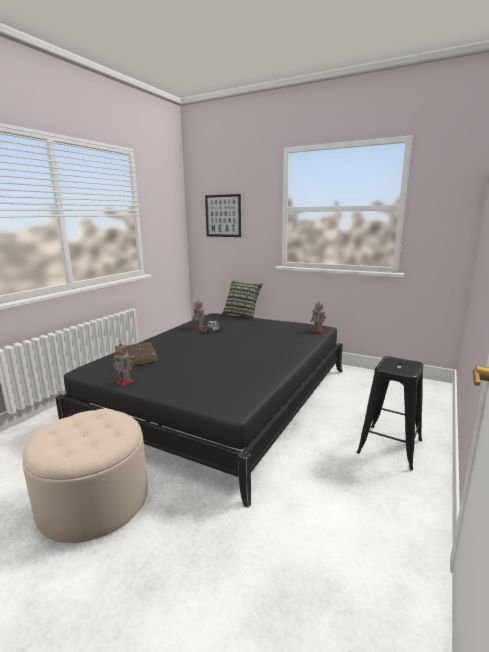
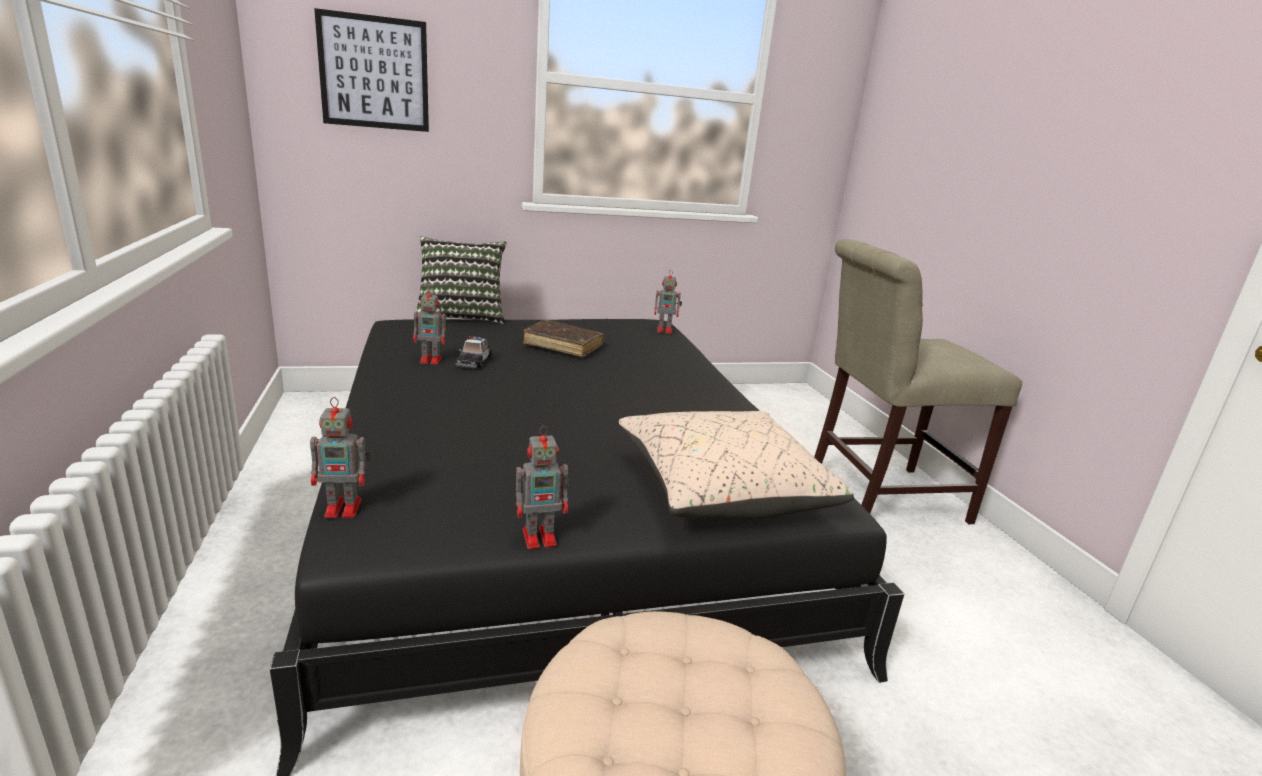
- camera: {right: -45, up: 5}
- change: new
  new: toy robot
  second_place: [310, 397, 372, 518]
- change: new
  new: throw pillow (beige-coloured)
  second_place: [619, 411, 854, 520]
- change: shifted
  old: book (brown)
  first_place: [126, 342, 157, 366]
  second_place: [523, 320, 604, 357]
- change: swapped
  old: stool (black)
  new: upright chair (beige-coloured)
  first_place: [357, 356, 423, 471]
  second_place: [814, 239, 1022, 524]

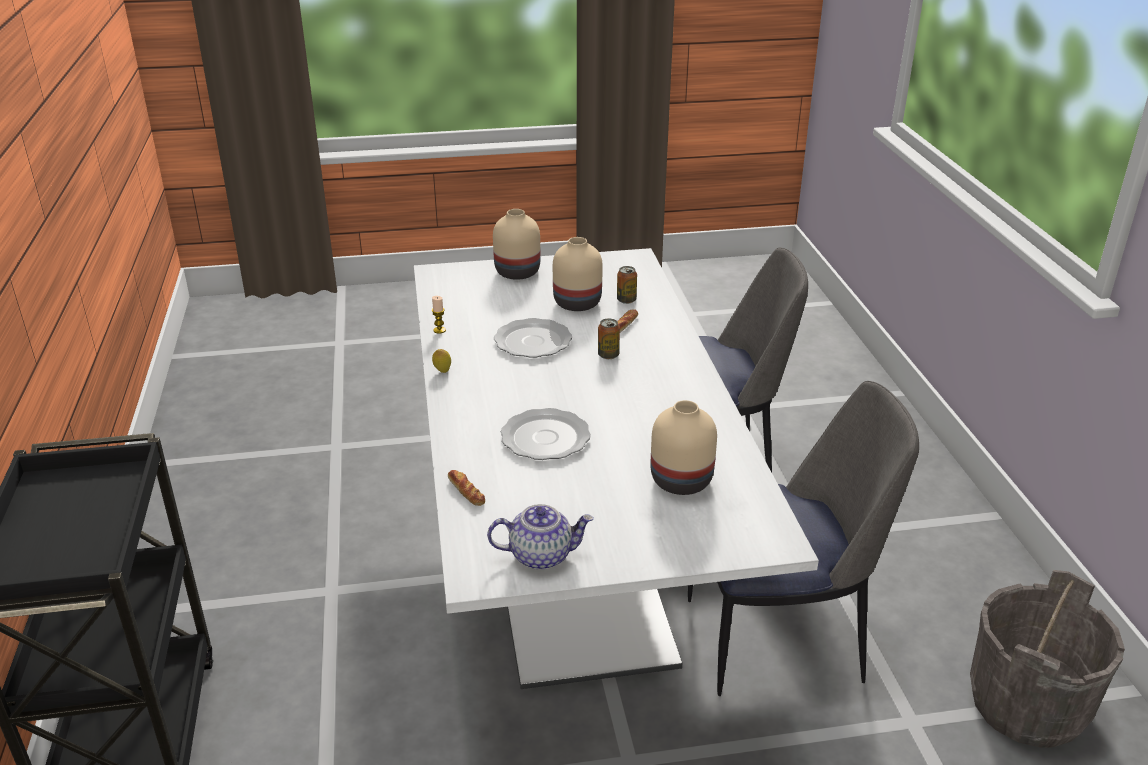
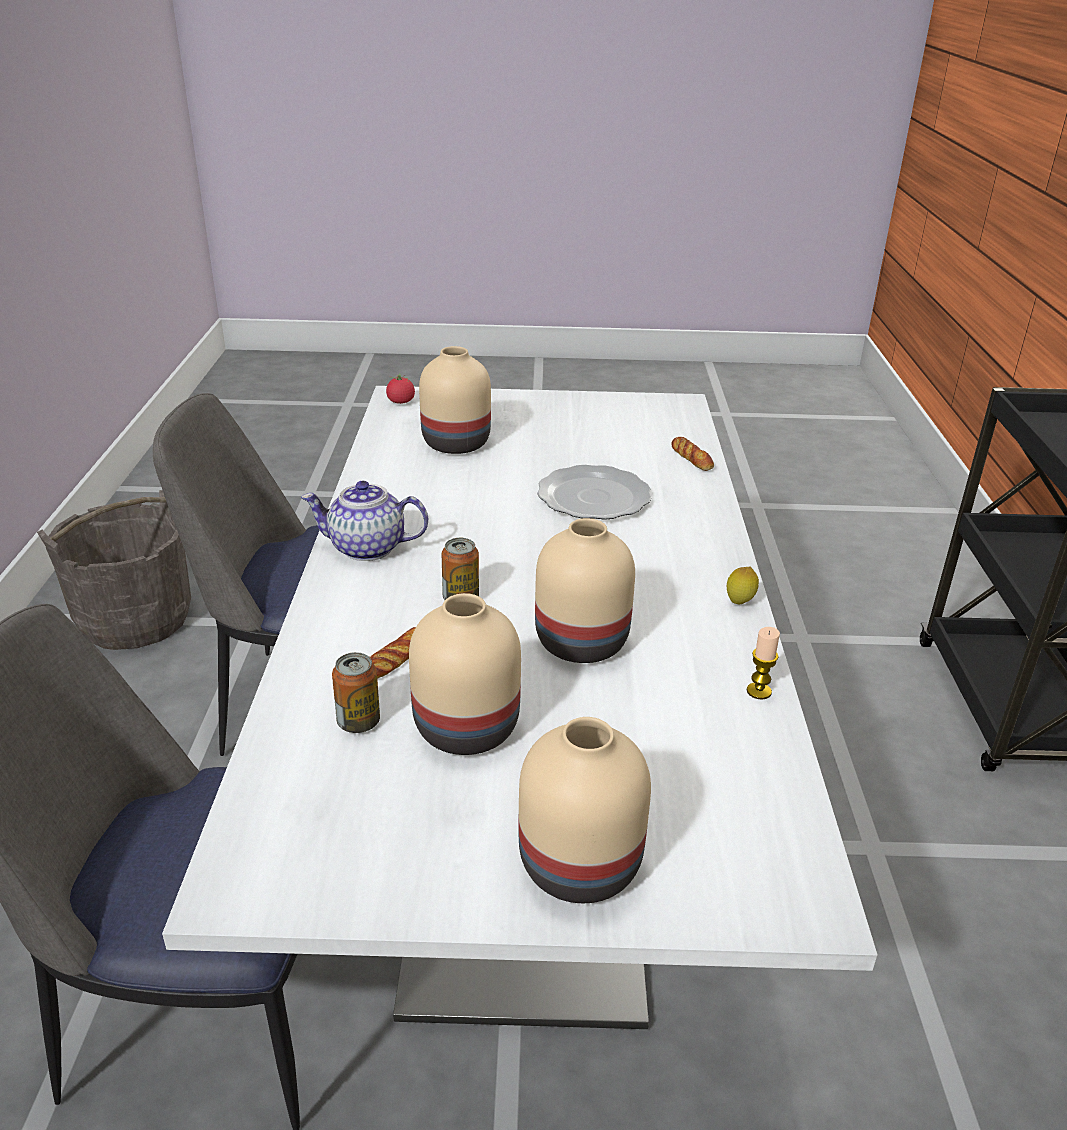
- camera: {right: -170, up: 0}
- change: new
  new: tomato
  second_place: [386, 373, 415, 404]
- change: shifted
  old: pot for tea
  first_place: [487, 504, 594, 570]
  second_place: [301, 480, 428, 561]
- change: swapped
  old: flat dish
  new: decorative vase (beige-coloured)
  first_place: [494, 318, 572, 358]
  second_place: [535, 518, 635, 663]

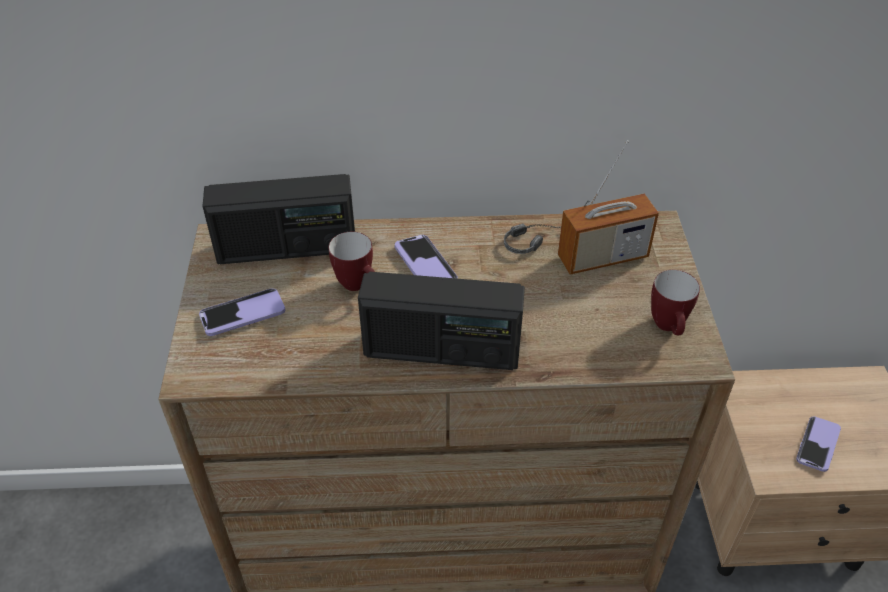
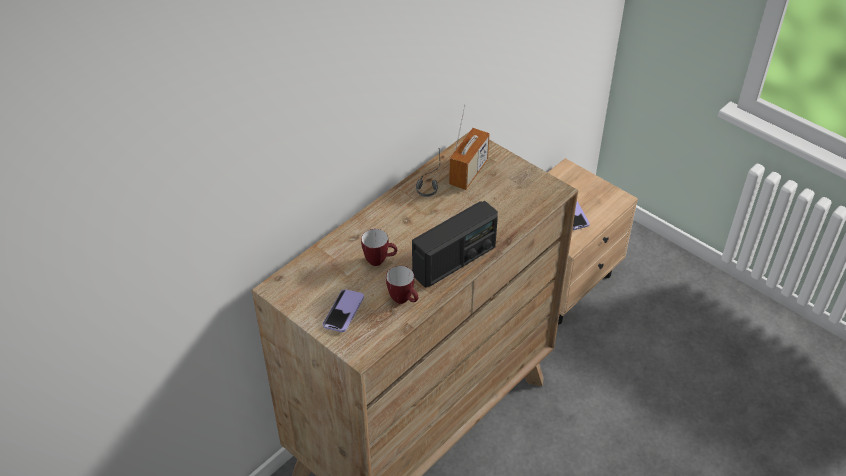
- camera: {right: -45, up: 0}
- change: gone
  old: radio receiver
  first_place: [203, 174, 355, 264]
- change: gone
  old: phone
  first_place: [395, 235, 458, 279]
- change: shifted
  old: mug
  first_place: [651, 270, 700, 335]
  second_place: [386, 266, 418, 304]

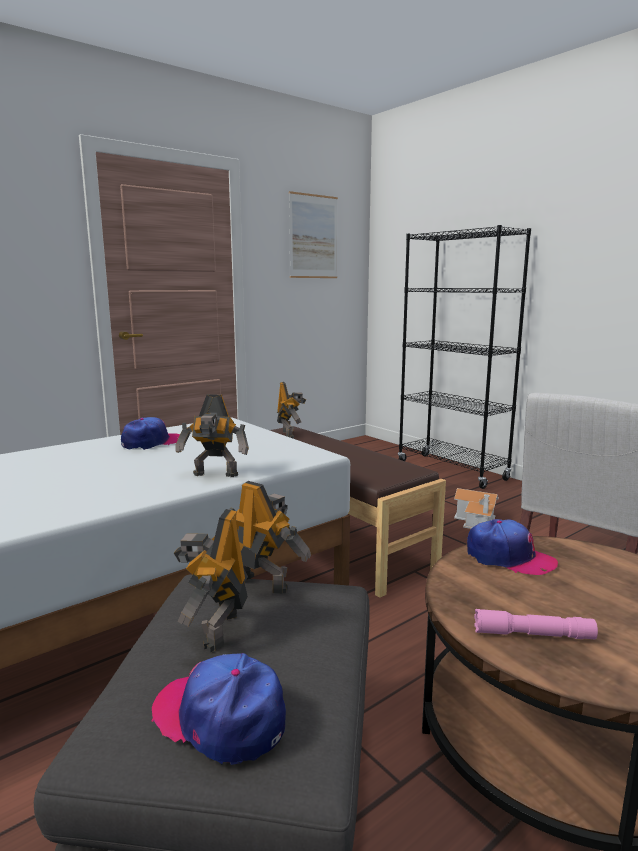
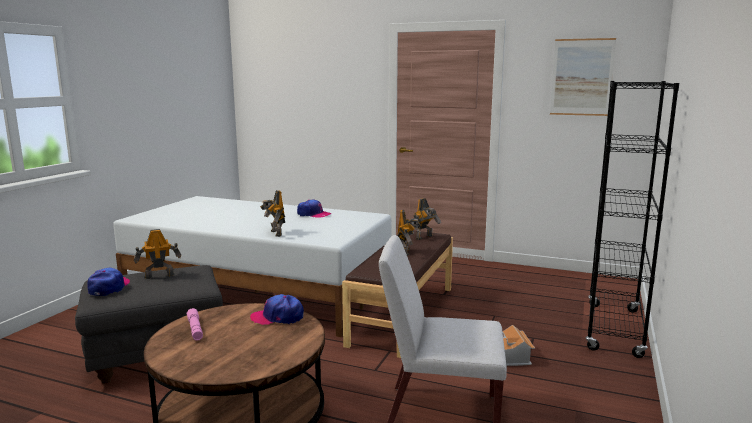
- camera: {right: 60, up: 0}
- change: shifted
  old: toy robot
  first_place: [229, 481, 311, 594]
  second_place: [398, 210, 421, 256]
- change: rotated
  old: baseball cap
  first_place: [467, 519, 558, 575]
  second_place: [250, 294, 304, 325]
  degrees: 90

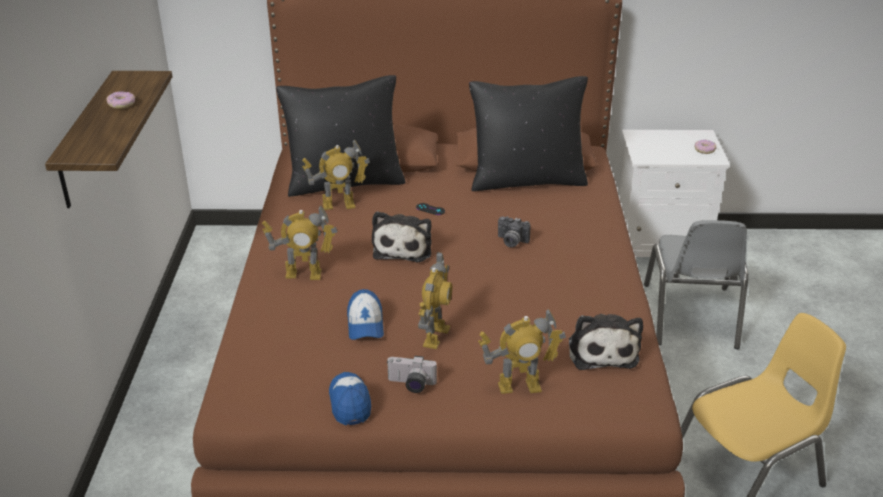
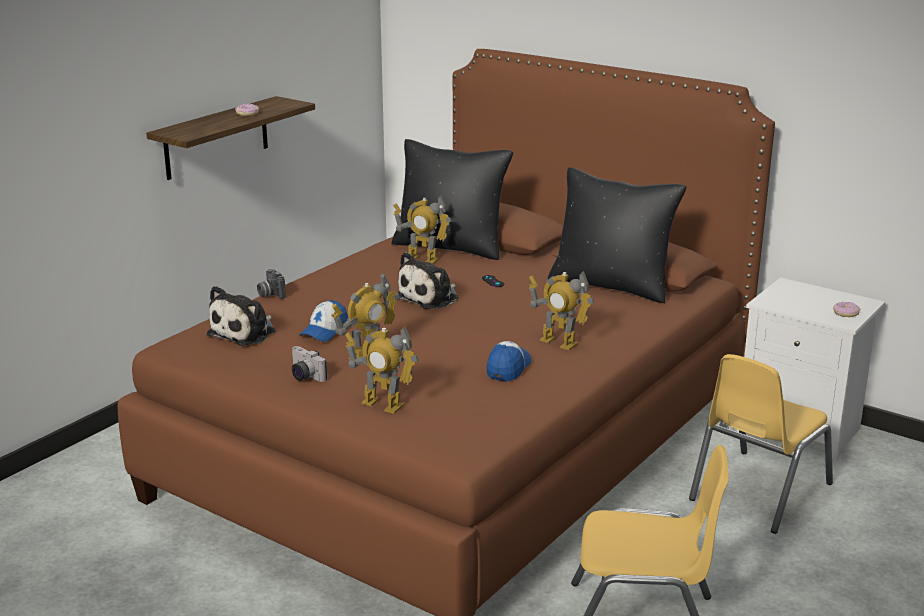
- camera: {right: 35, up: -10}
- change: shifted
  old: toy robot
  first_place: [262, 206, 337, 280]
  second_place: [529, 271, 594, 350]
- change: shifted
  old: baseball cap
  first_place: [329, 372, 371, 425]
  second_place: [487, 341, 531, 382]
- change: shifted
  old: photo camera
  first_place: [498, 216, 530, 247]
  second_place: [257, 269, 286, 299]
- change: shifted
  old: plush toy
  first_place: [569, 314, 643, 370]
  second_place: [207, 286, 276, 346]
- change: repainted
  old: upright chair (grey)
  new: upright chair (yellow-coloured)
  first_place: [644, 220, 748, 349]
  second_place: [689, 354, 833, 534]

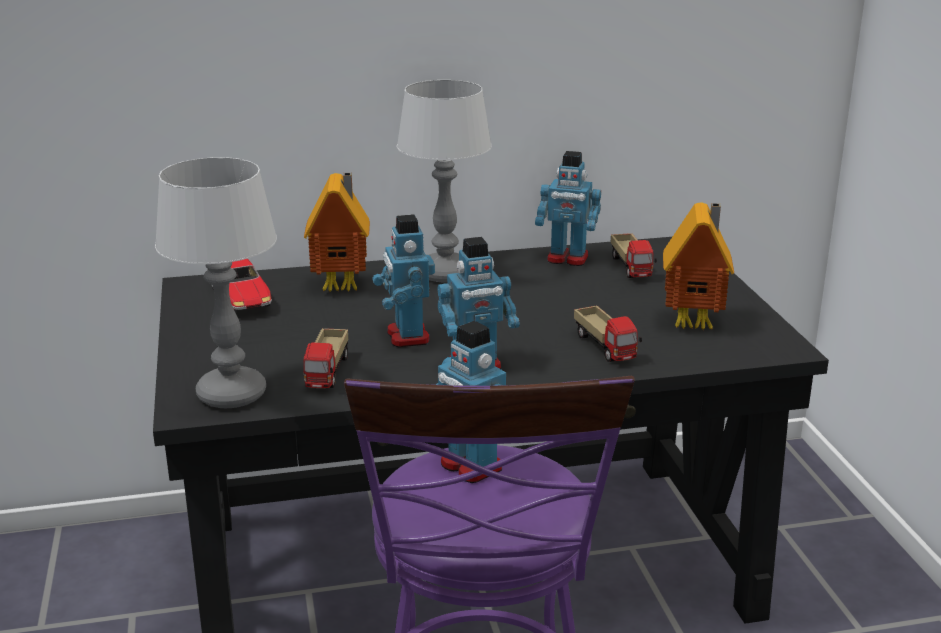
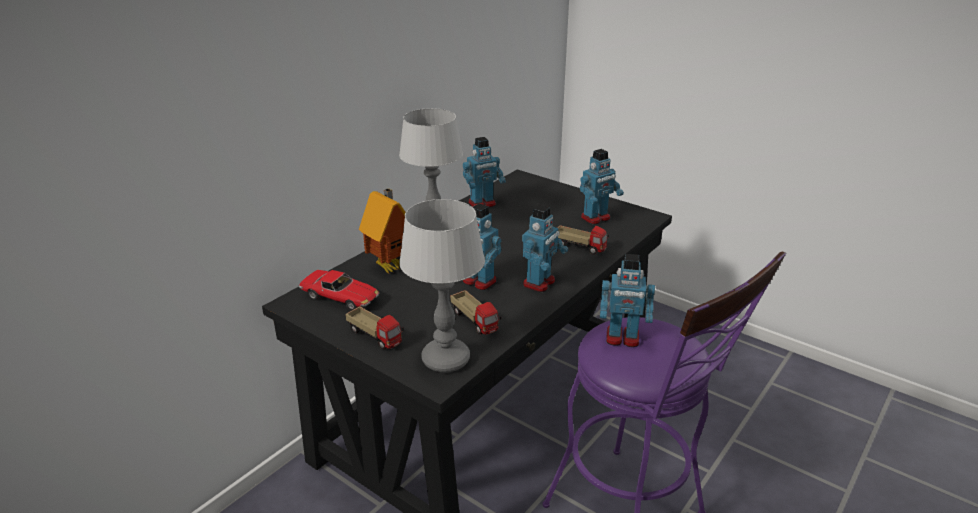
- camera: {right: -40, up: 5}
- change: shifted
  old: toy truck
  first_place: [611, 233, 657, 278]
  second_place: [345, 306, 404, 349]
- change: swapped
  old: model house
  new: toy robot
  first_place: [663, 202, 734, 330]
  second_place: [580, 149, 624, 225]

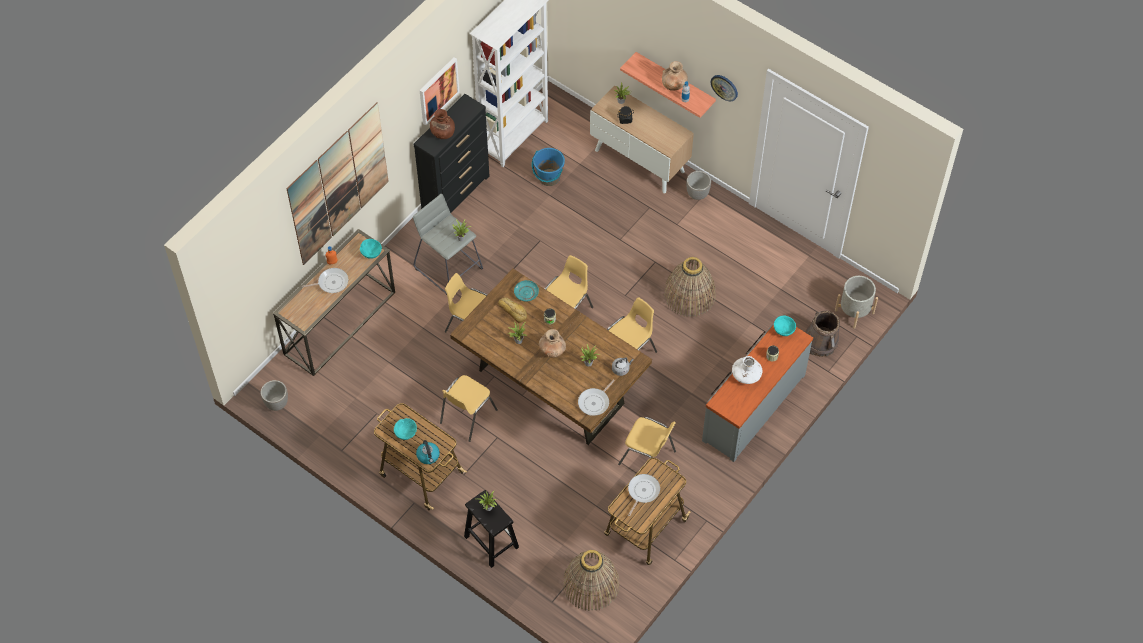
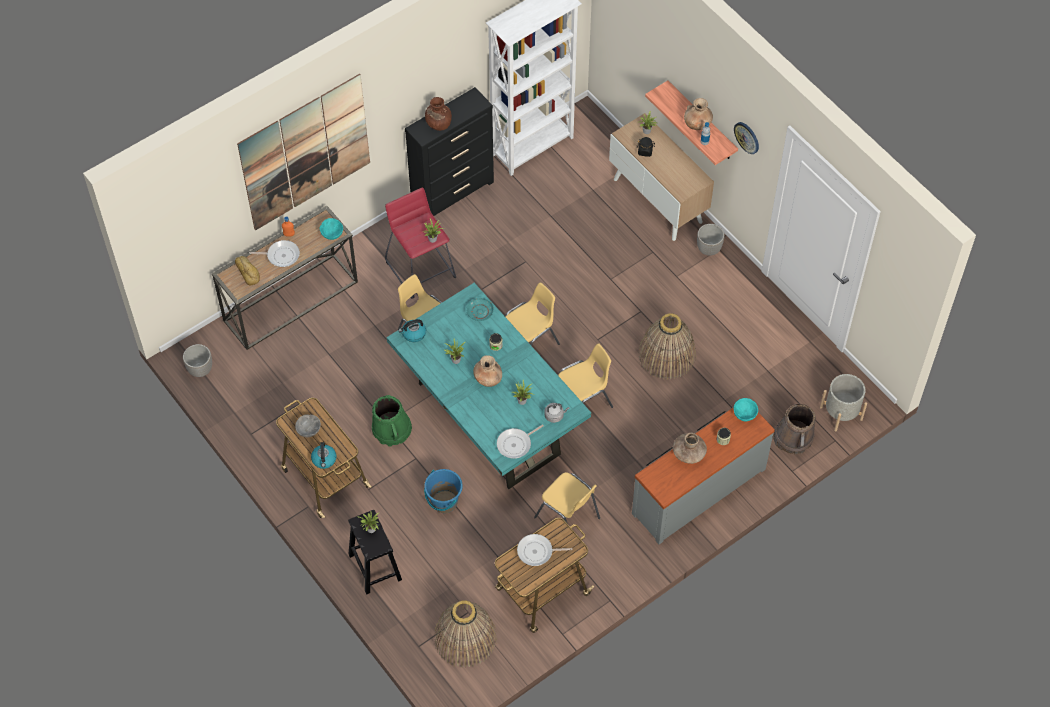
- camera: {right: 15, up: 0}
- change: gone
  old: wall picture
  first_place: [419, 57, 460, 125]
- change: new
  new: kettle
  second_place: [398, 319, 426, 342]
- change: shifted
  old: baked bread
  first_place: [498, 297, 527, 323]
  second_place: [235, 256, 260, 285]
- change: shifted
  old: water bucket (bluish)
  first_place: [532, 148, 565, 186]
  second_place: [424, 469, 463, 513]
- change: swapped
  old: upright chair (yellow-coloured)
  new: water bucket (greenish)
  first_place: [440, 375, 498, 442]
  second_place: [372, 395, 412, 447]
- change: repainted
  old: deep dish (turquoise)
  new: deep dish (grey)
  first_place: [394, 418, 417, 440]
  second_place: [295, 414, 321, 437]
- change: repainted
  old: stool (grey)
  new: stool (red)
  first_place: [413, 194, 483, 295]
  second_place: [385, 187, 456, 299]
- change: repainted
  old: kitchen table (brown)
  new: kitchen table (turquoise)
  first_place: [450, 268, 652, 445]
  second_place: [387, 283, 591, 489]
- change: repainted
  old: decorative vase (white)
  new: decorative vase (brown)
  first_place: [732, 356, 763, 384]
  second_place: [673, 433, 707, 464]
- change: rotated
  old: frying pan
  first_place: [628, 474, 660, 516]
  second_place: [517, 534, 572, 566]
  degrees: -135

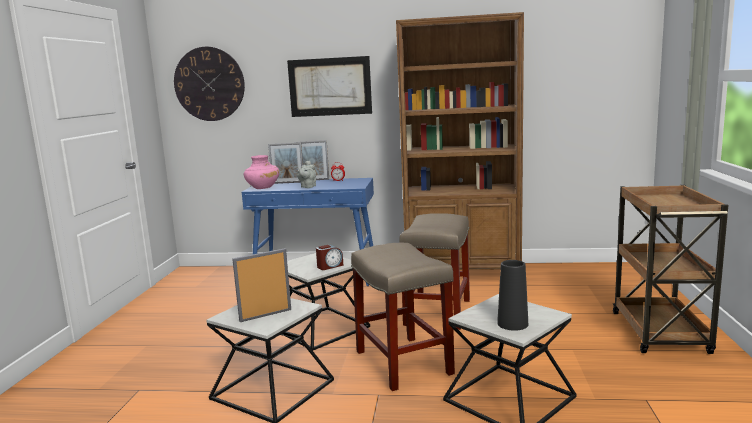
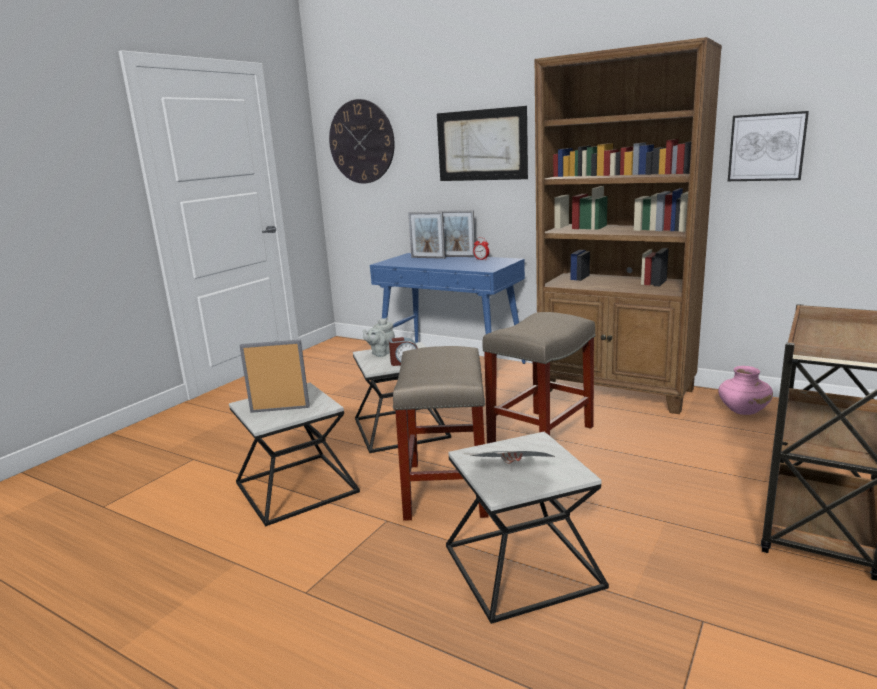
- camera: {right: 25, up: 5}
- change: new
  new: wall picture
  second_place: [728, 111, 809, 181]
- change: shifted
  old: decorative vase (pinkish)
  first_place: [244, 155, 279, 189]
  second_place: [718, 366, 773, 415]
- change: shifted
  old: pot for tea (grey)
  first_place: [297, 161, 316, 188]
  second_place: [363, 318, 395, 357]
- change: swapped
  old: decorative vase (black)
  new: daily paper
  first_place: [497, 260, 528, 331]
  second_place: [463, 451, 554, 464]

